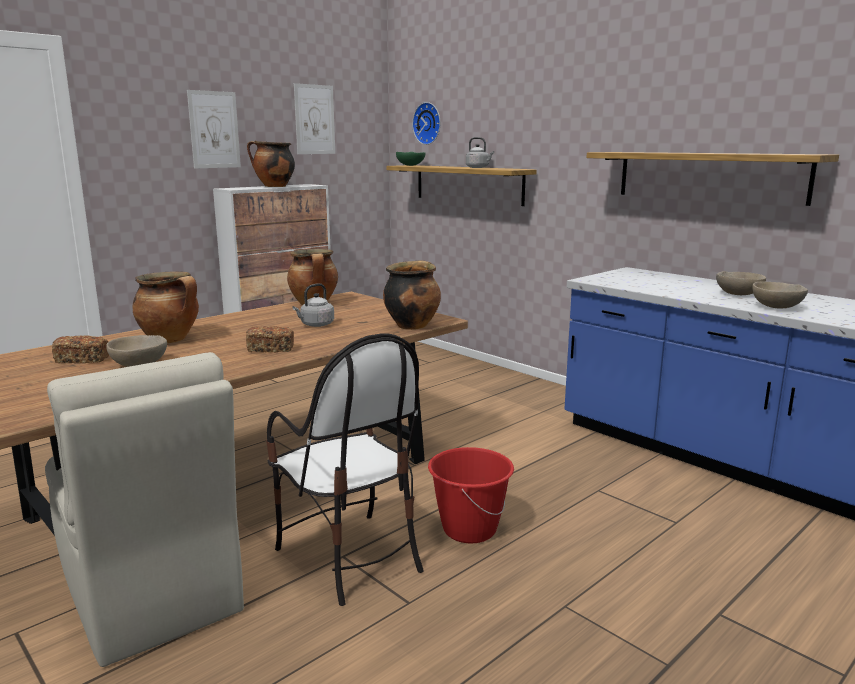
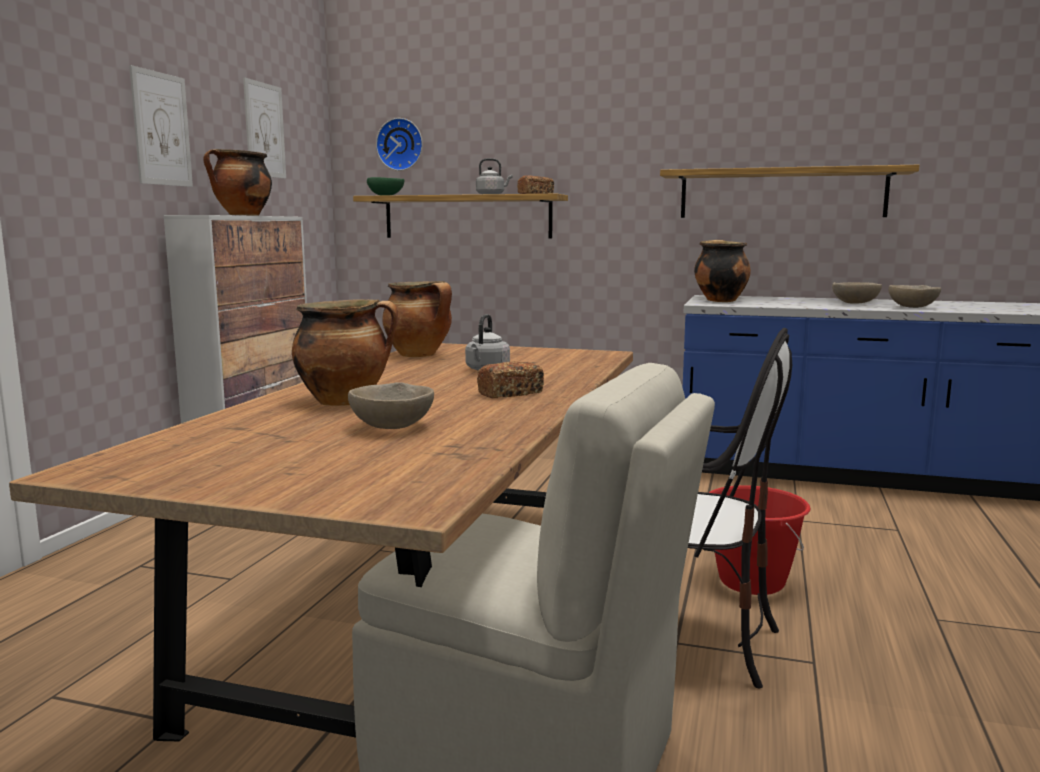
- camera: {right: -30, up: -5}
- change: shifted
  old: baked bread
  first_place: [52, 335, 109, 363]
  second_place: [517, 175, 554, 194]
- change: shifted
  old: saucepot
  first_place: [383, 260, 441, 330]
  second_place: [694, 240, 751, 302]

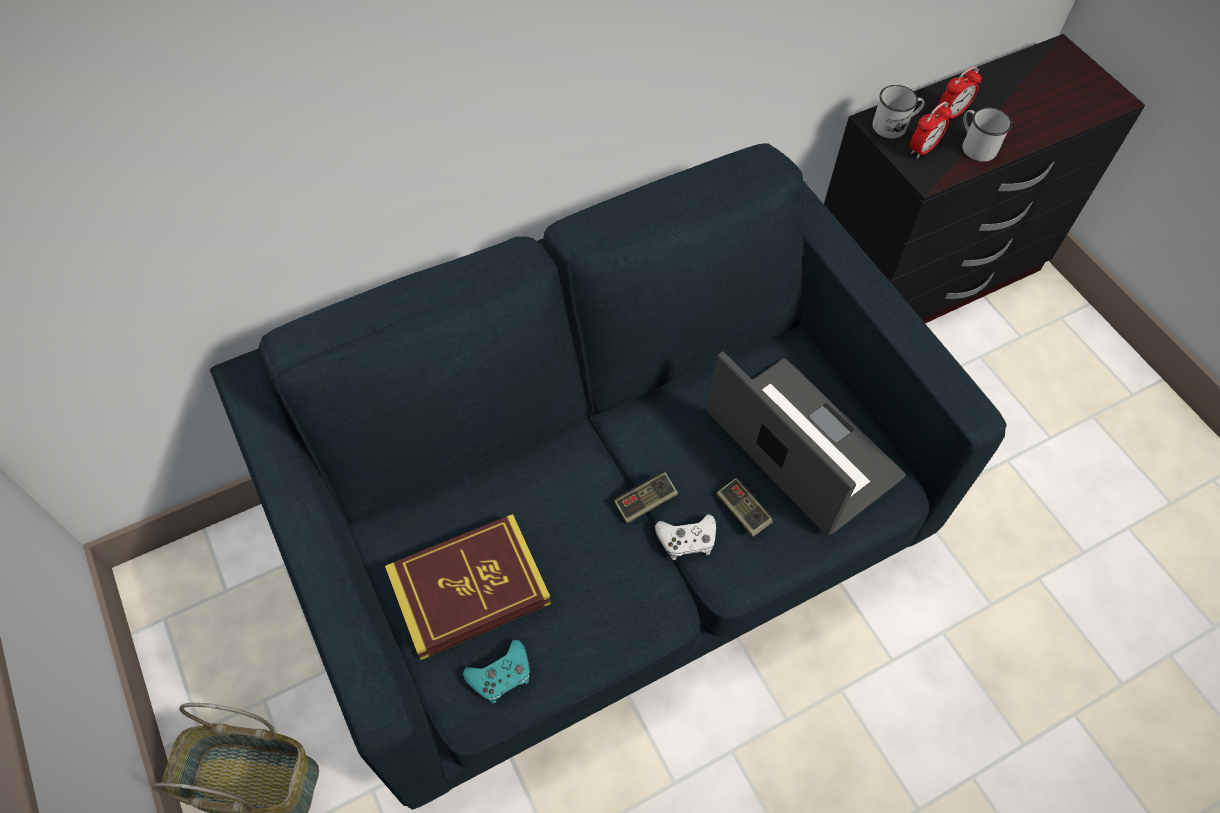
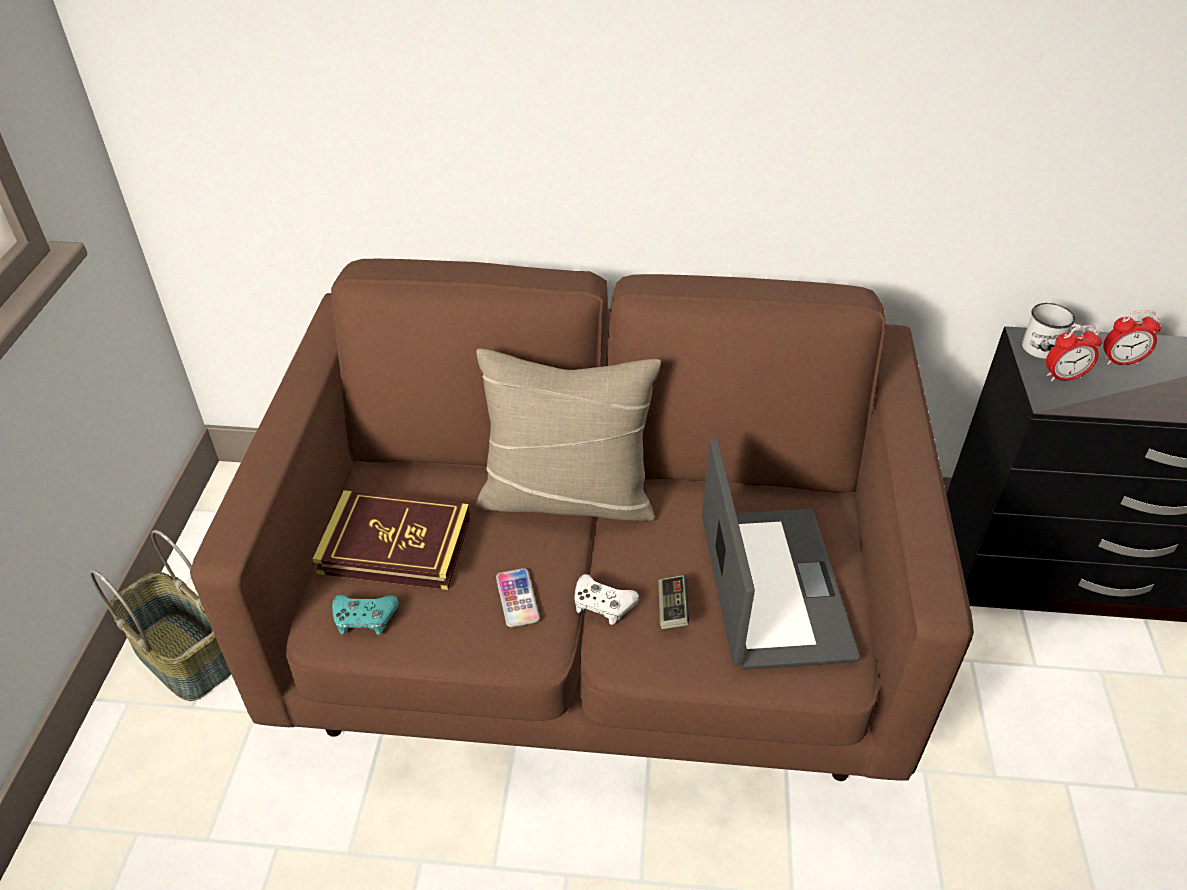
- camera: {right: 35, up: -15}
- change: gone
  old: game controller
  first_place: [614, 472, 678, 524]
- change: gone
  old: mug (white)
  first_place: [962, 108, 1012, 162]
- change: new
  new: throw pillow (beige-coloured)
  second_place: [475, 348, 661, 521]
- change: new
  new: phone
  second_place: [496, 568, 540, 627]
- change: repainted
  old: couch (bluish)
  new: couch (brown)
  first_place: [210, 143, 1007, 810]
  second_place: [190, 259, 974, 781]

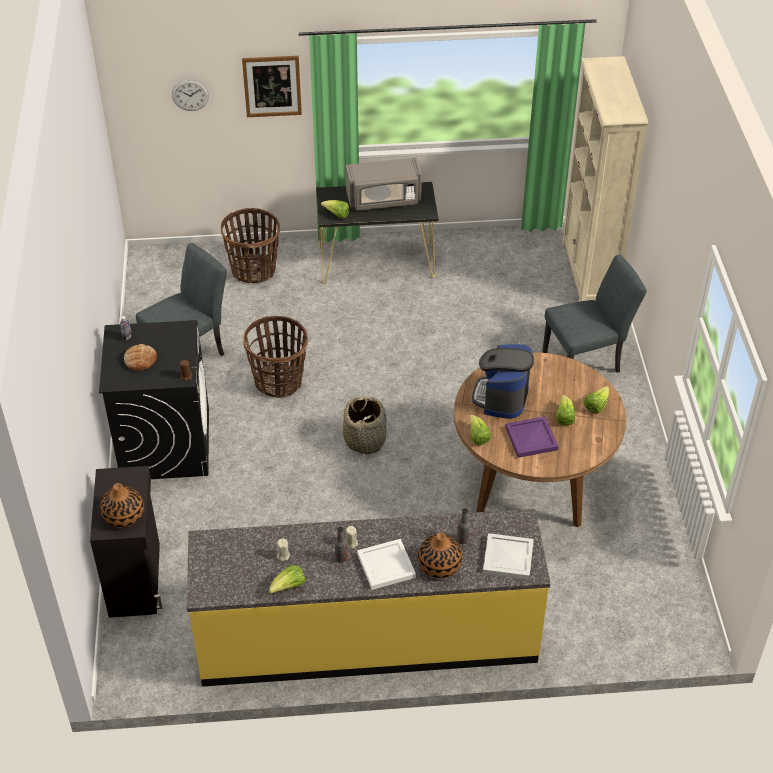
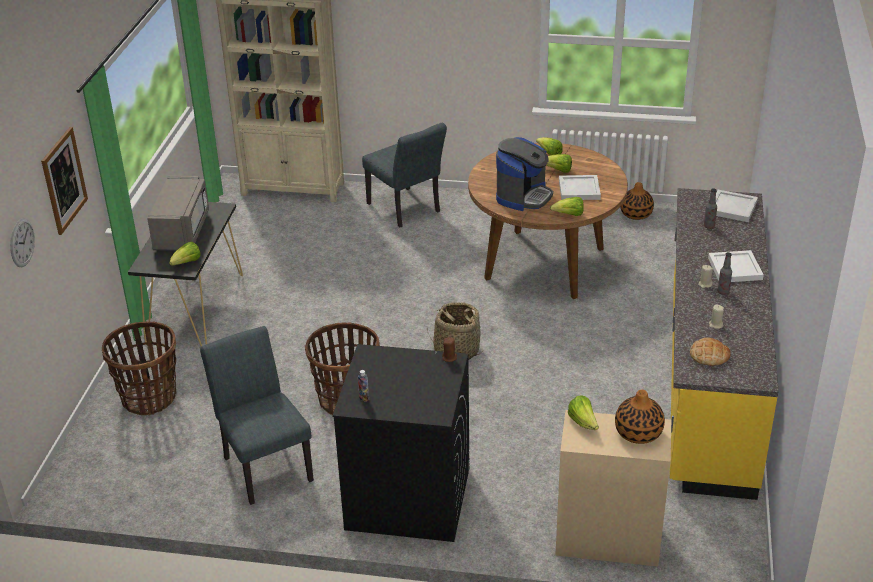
- camera: {right: -75, up: -10}
- change: shifted
  old: baked bread
  first_place: [124, 344, 157, 371]
  second_place: [690, 338, 731, 366]
- change: shifted
  old: lettuce head
  first_place: [269, 565, 305, 594]
  second_place: [568, 395, 599, 430]
- change: shifted
  old: decorative vase
  first_place: [418, 532, 462, 578]
  second_place: [621, 182, 654, 220]
- change: repainted
  old: cupboard (black)
  new: cupboard (beige-coloured)
  first_place: [90, 466, 162, 618]
  second_place: [555, 410, 671, 567]
- change: repainted
  old: serving tray (purple)
  new: serving tray (white)
  first_place: [505, 416, 559, 458]
  second_place: [559, 175, 601, 200]
- change: rotated
  old: coffee maker
  first_place: [472, 344, 534, 419]
  second_place: [496, 137, 553, 211]
  degrees: -90
- change: rotated
  old: upright chair (grey)
  first_place: [542, 254, 647, 373]
  second_place: [362, 123, 447, 227]
  degrees: 150

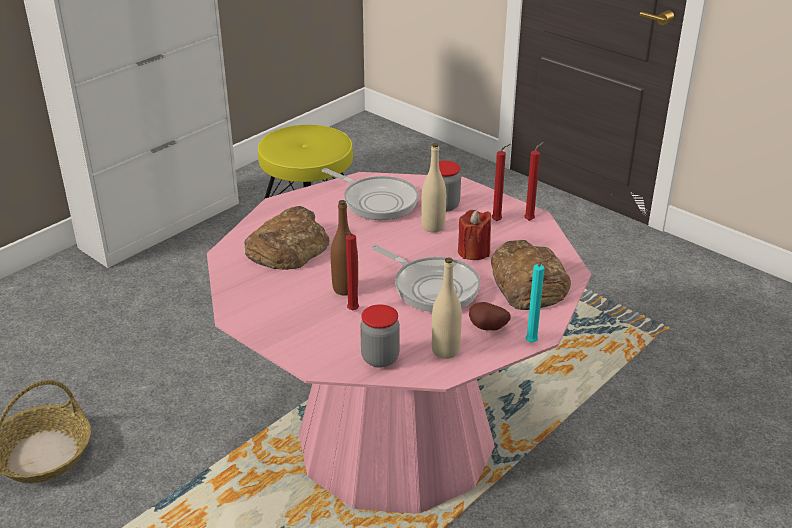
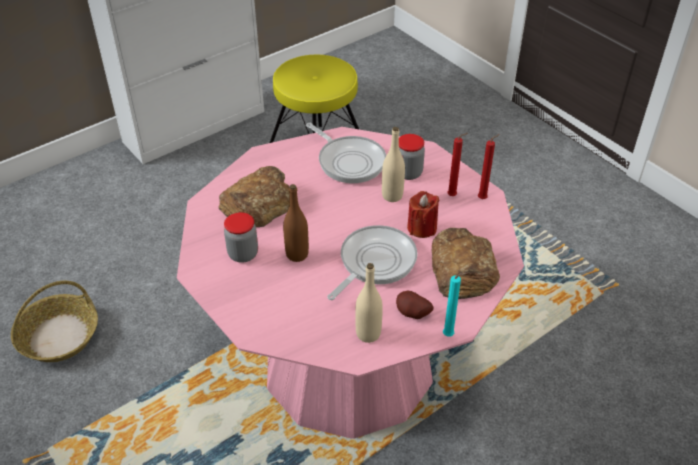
- camera: {right: 10, up: 10}
- change: gone
  old: wax candle (red)
  first_place: [345, 232, 359, 310]
- change: shifted
  old: jar
  first_place: [360, 304, 400, 368]
  second_place: [224, 212, 258, 263]
- change: rotated
  old: frying pan
  first_place: [371, 245, 480, 312]
  second_place: [327, 225, 417, 300]
  degrees: -105

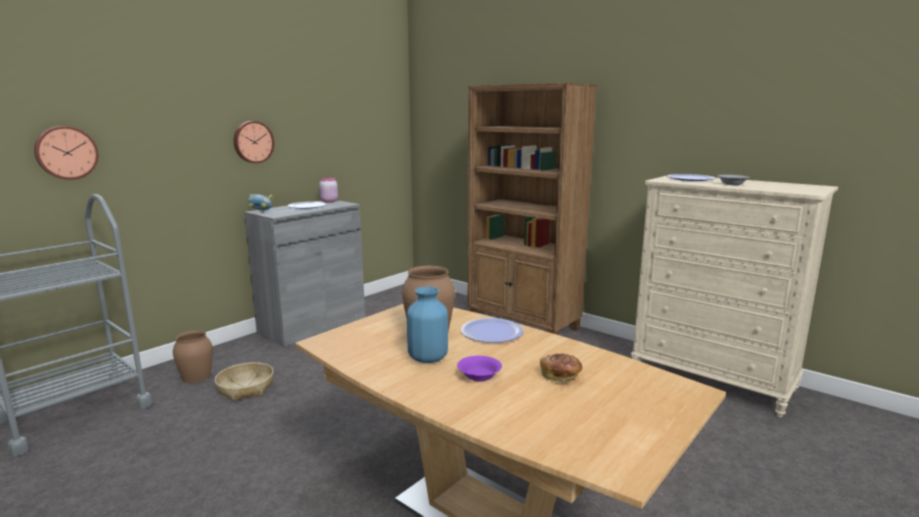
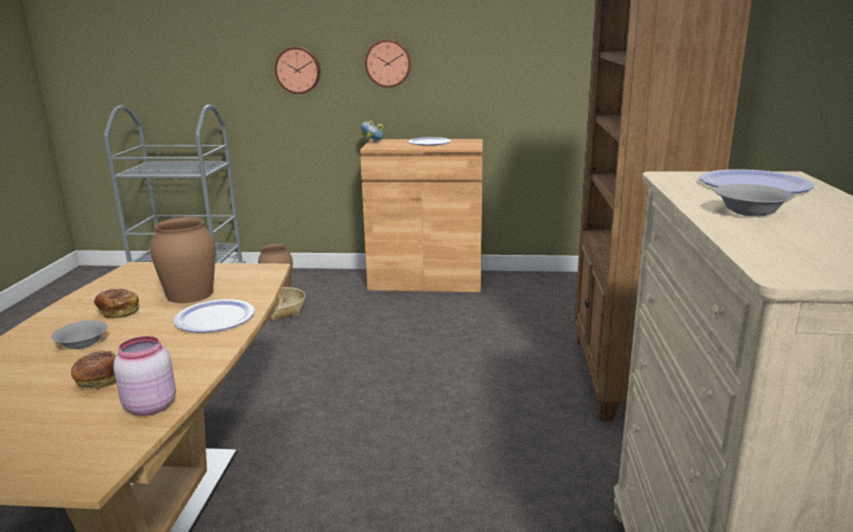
- camera: {right: 55, up: 5}
- change: shifted
  old: wall clock
  first_place: [34, 126, 98, 180]
  second_place: [275, 47, 320, 94]
- change: shifted
  old: jar (pinkish)
  first_place: [319, 177, 338, 203]
  second_place: [113, 336, 176, 416]
- change: swapped
  old: decorative vase (bluish)
  new: baked bread
  first_place: [407, 287, 448, 363]
  second_place: [94, 289, 139, 318]
- change: repainted
  old: cupboard (grey)
  new: cupboard (brown)
  first_place: [244, 200, 365, 347]
  second_place: [360, 139, 483, 292]
- change: repainted
  old: deep dish (purple)
  new: deep dish (grey)
  first_place: [457, 356, 502, 381]
  second_place: [51, 320, 107, 349]

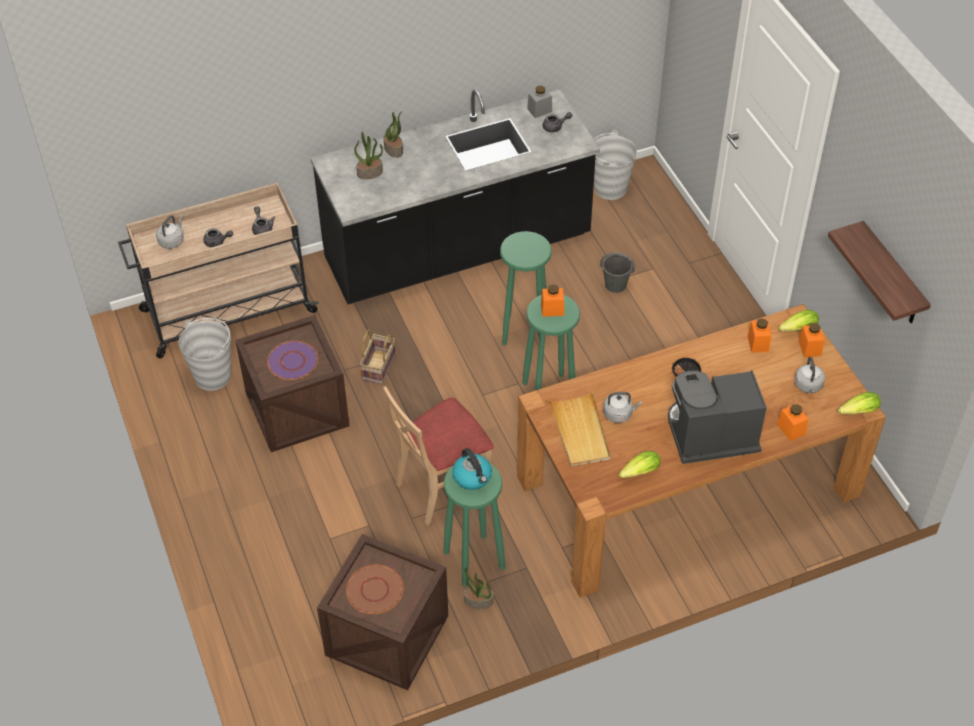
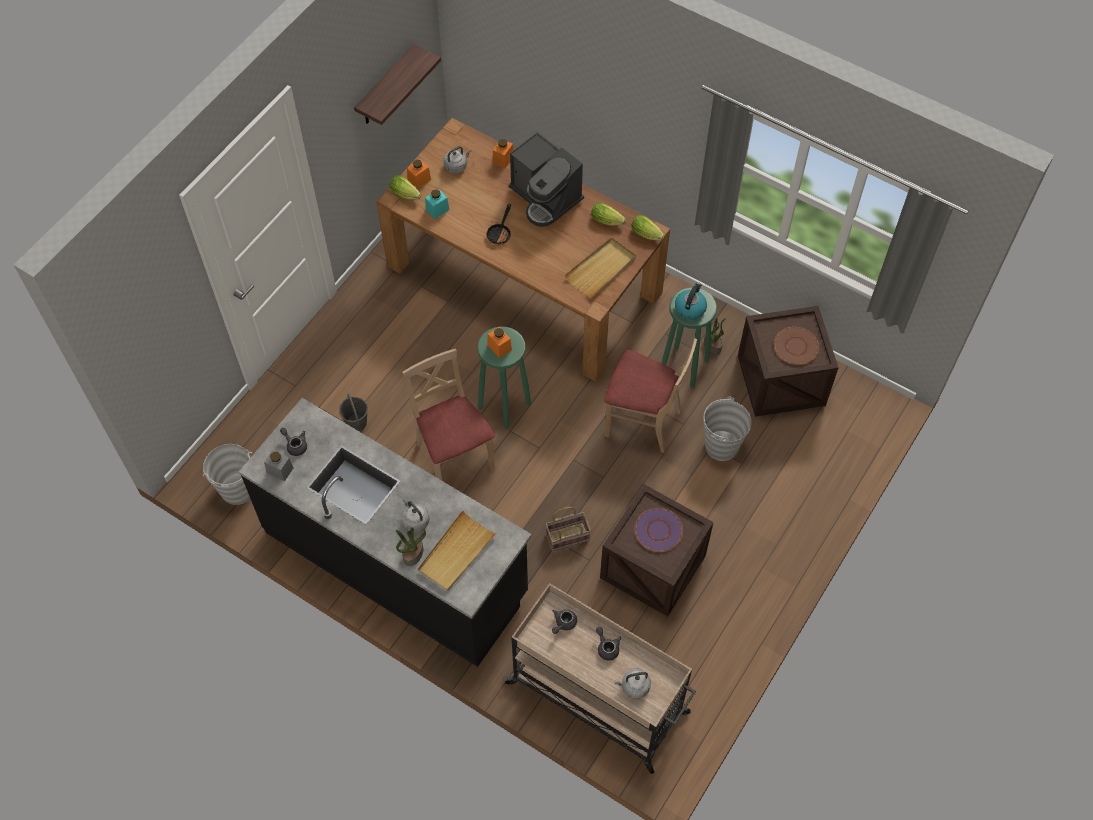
- camera: {right: -125, up: 10}
- change: shifted
  old: water bucket (grey)
  first_place: [179, 318, 231, 391]
  second_place: [703, 396, 751, 461]
- change: shifted
  old: kettle (grey)
  first_place: [603, 392, 642, 423]
  second_place: [401, 497, 429, 532]
- change: shifted
  old: lettuce head
  first_place: [838, 392, 881, 415]
  second_place: [631, 215, 665, 240]
- change: swapped
  old: plant in a pot
  new: serving tray (beige-coloured)
  first_place: [354, 131, 383, 179]
  second_place: [418, 510, 497, 591]
- change: swapped
  old: stool (greenish)
  new: upright chair (beige-coloured)
  first_place: [500, 231, 552, 346]
  second_place: [402, 349, 495, 481]
- change: repainted
  old: jar (orange-coloured)
  new: jar (turquoise)
  first_place: [748, 318, 771, 353]
  second_place: [425, 189, 449, 219]

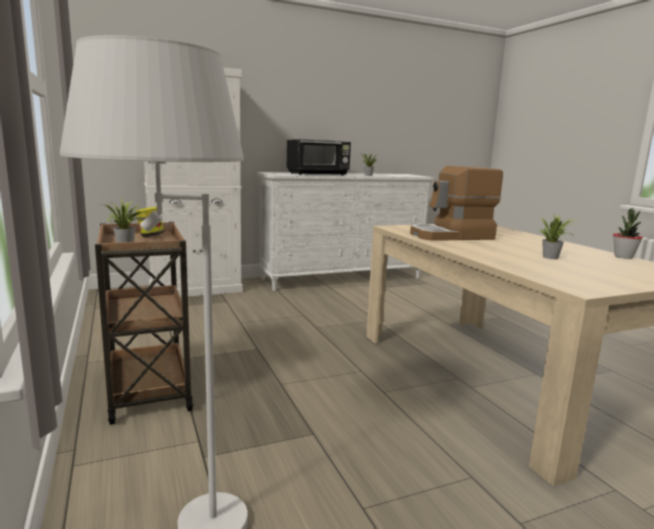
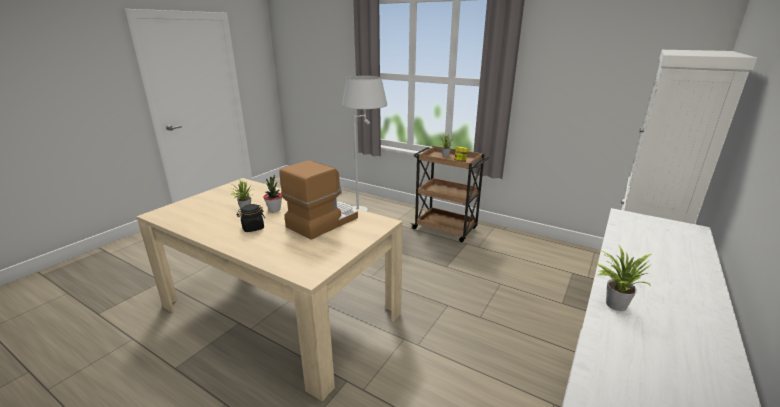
- camera: {right: 145, up: 10}
- change: gone
  old: microwave (black)
  first_place: [287, 139, 351, 175]
- change: new
  new: jar (black)
  second_place: [237, 204, 265, 232]
- change: shifted
  old: plant in a pot
  first_place: [613, 209, 643, 259]
  second_place: [263, 174, 282, 212]

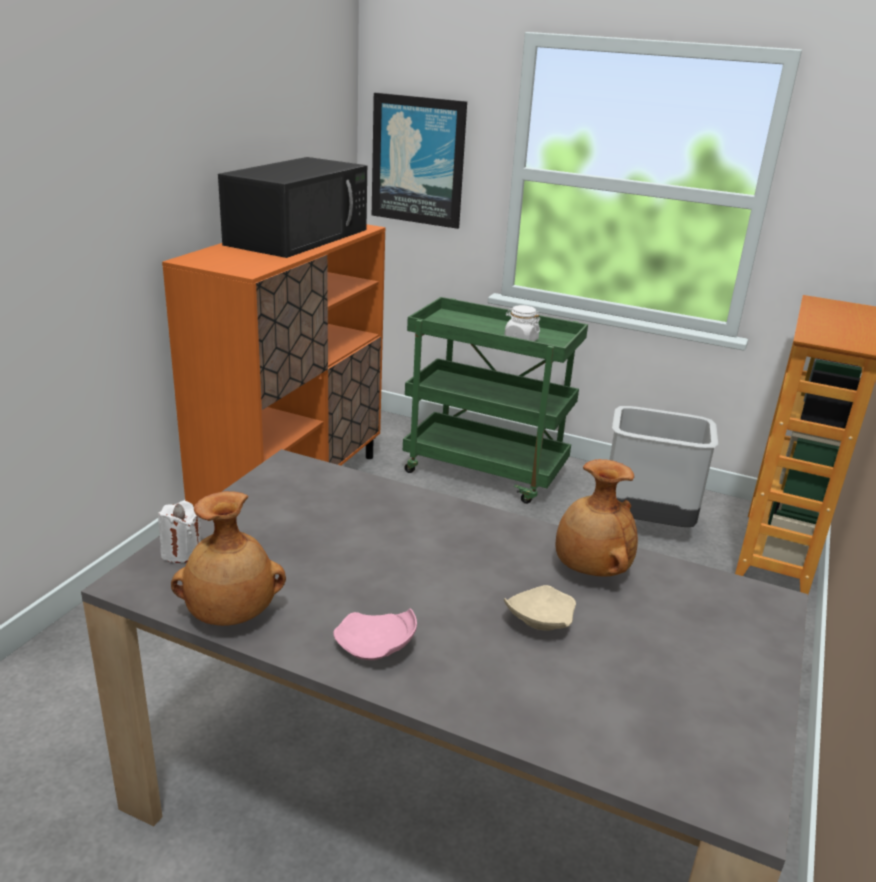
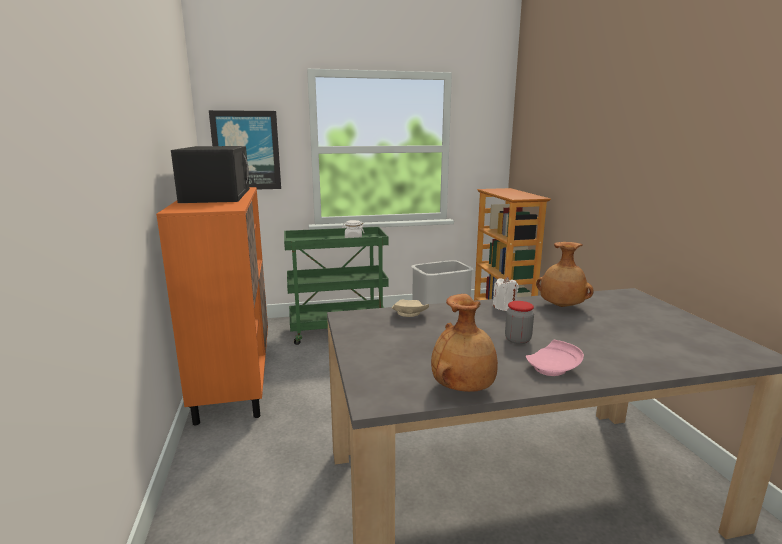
- camera: {right: -35, up: -10}
- change: new
  new: jar
  second_place: [505, 301, 534, 344]
- change: shifted
  old: wax candle (white)
  first_place: [158, 501, 201, 563]
  second_place: [493, 277, 519, 311]
- change: shifted
  old: flat dish (beige-coloured)
  first_place: [504, 585, 576, 631]
  second_place: [392, 300, 429, 317]

